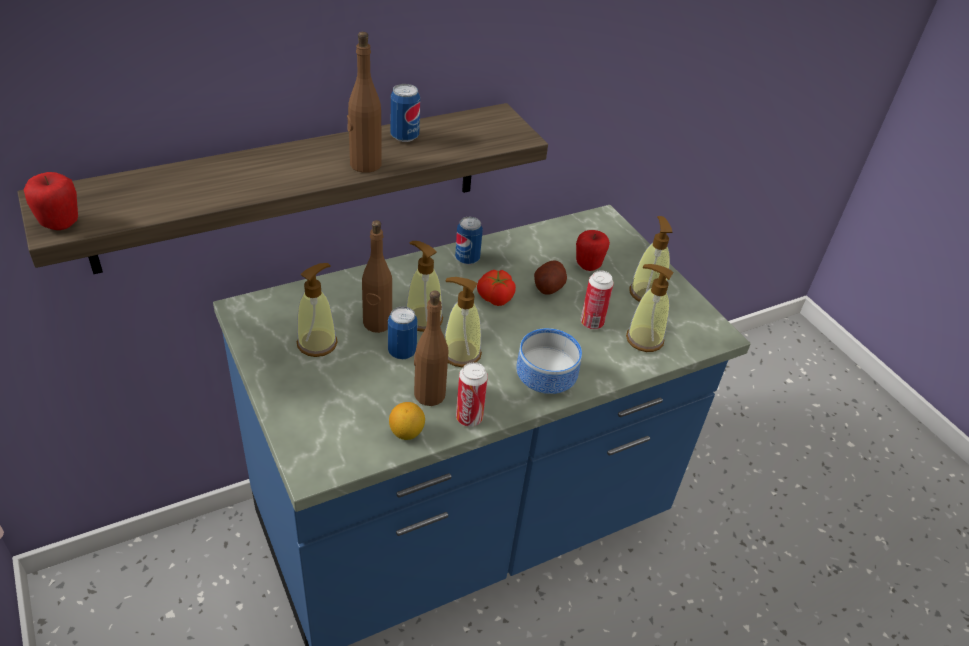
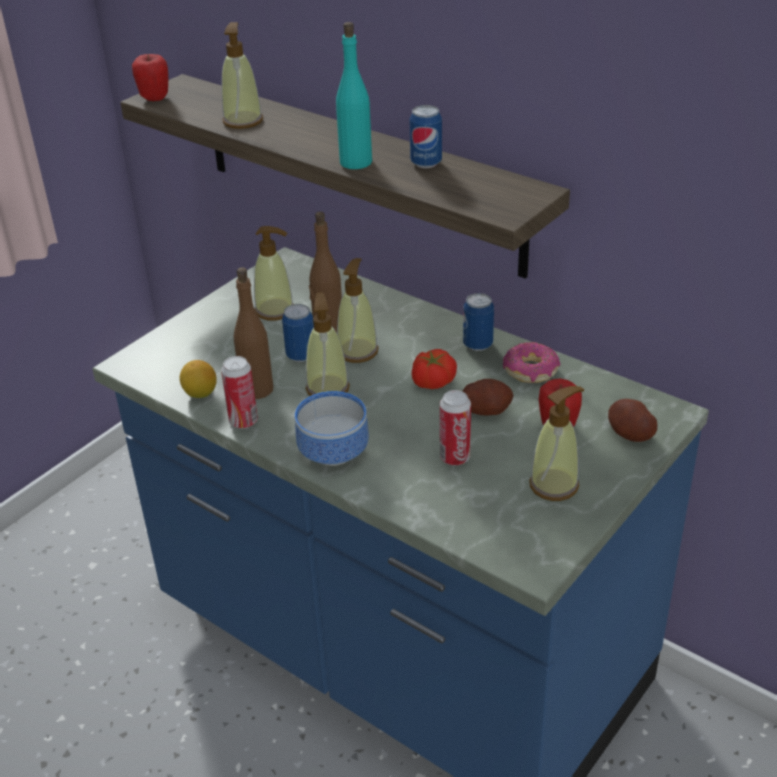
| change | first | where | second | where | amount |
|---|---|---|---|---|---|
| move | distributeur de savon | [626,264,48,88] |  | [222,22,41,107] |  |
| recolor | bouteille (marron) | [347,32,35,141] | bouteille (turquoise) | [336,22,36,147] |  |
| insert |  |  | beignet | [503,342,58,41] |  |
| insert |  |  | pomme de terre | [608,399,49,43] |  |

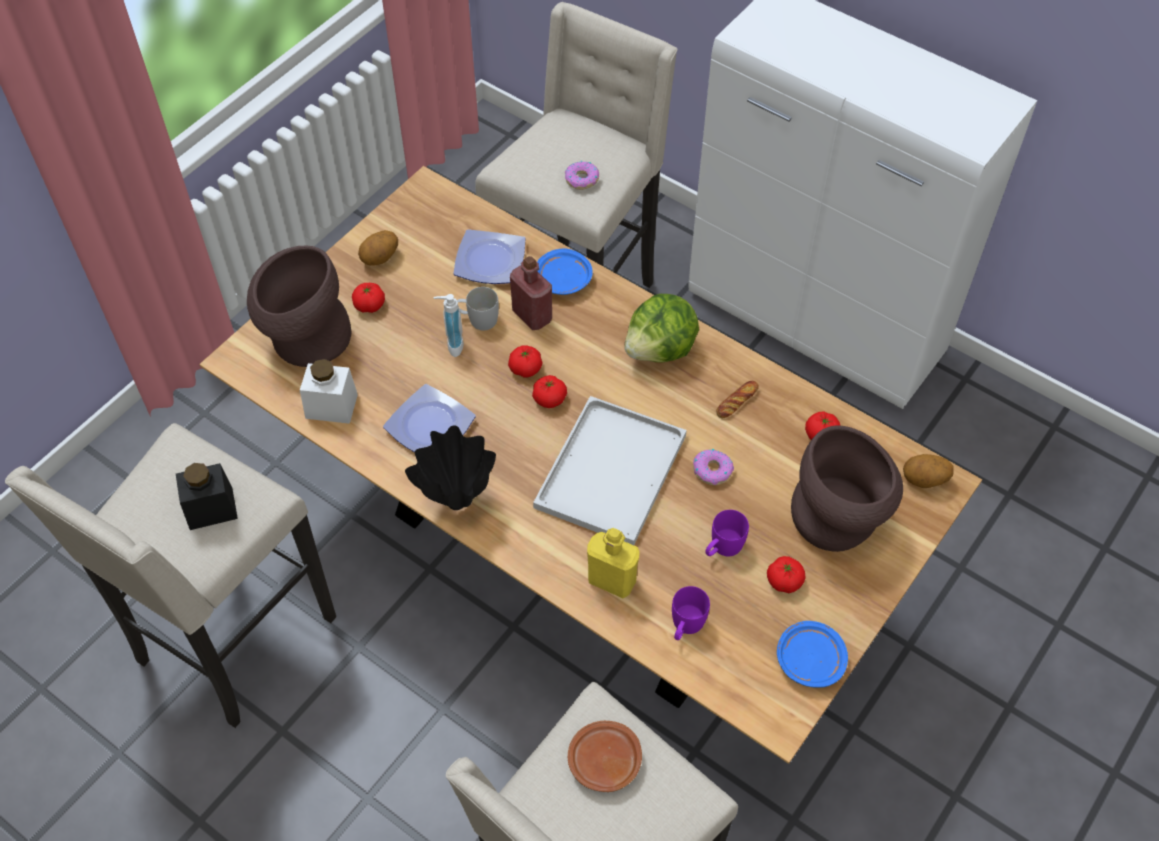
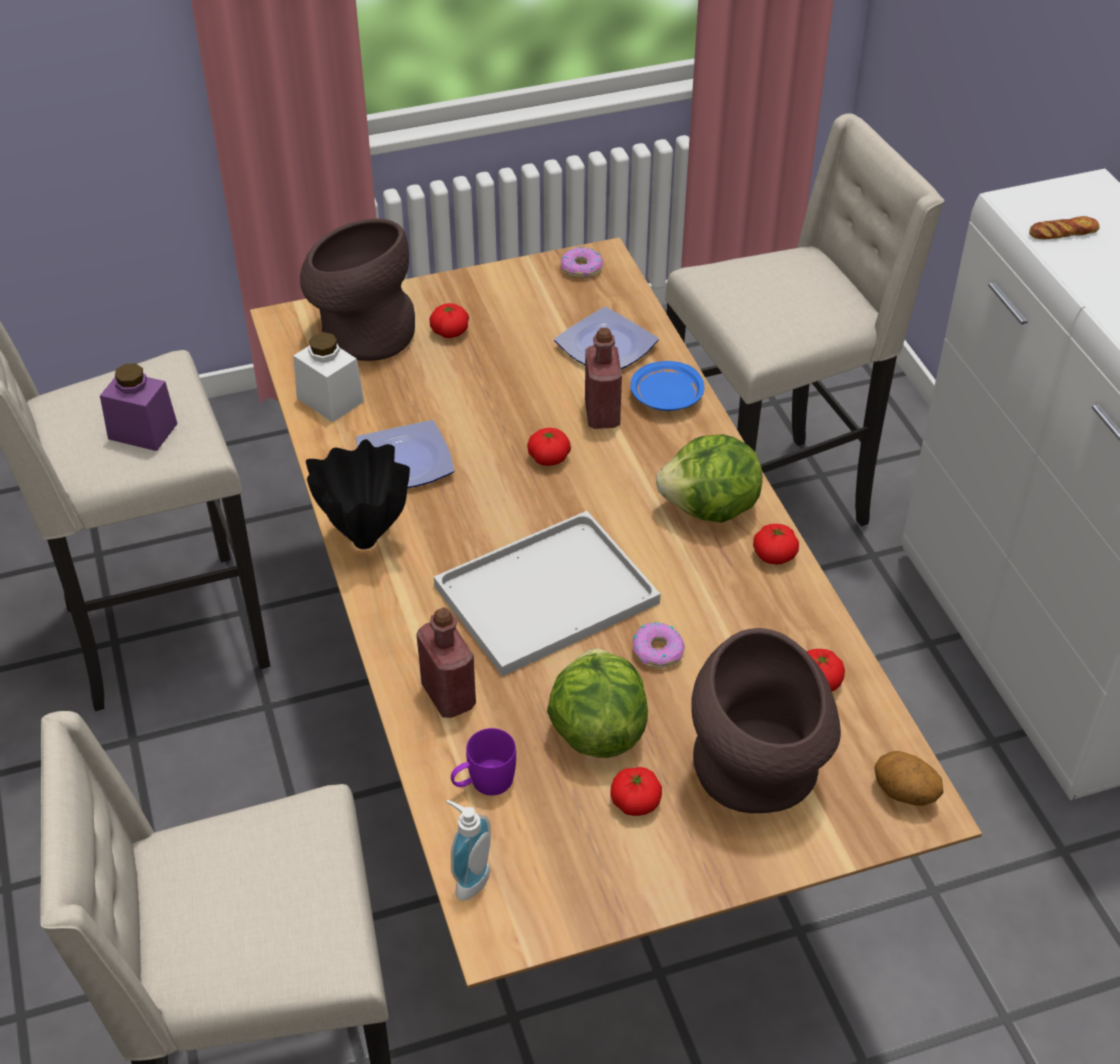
| change | first | where | second | where | amount |
|---|---|---|---|---|---|
| recolor | bocal (noir) | [176,463,62,67] | bocal (violet) | [100,363,78,88] |  |
| recolor | bouteille (jaune) | [587,528,53,70] | bouteille (rouge) | [416,607,60,111] |  |
| move | distributeur de savon | [433,294,31,63] |  | [446,800,45,101] |  |
| replace | mug (violet) | [705,510,44,46] | laitue | [547,648,101,110] |  |
| move | beignet | [565,161,34,29] |  | [561,247,42,31] |  |
| move | tomate | [532,375,35,33] |  | [753,524,46,40] |  |
| move | pain | [716,381,43,37] |  | [1029,216,71,24] |  |
| delete | pomme de terre | [358,230,40,36] |  |  |  |
| delete | mug (blanc) | [457,287,42,43] |  |  |  |
| delete | assiette (marron) | [568,721,74,71] |  |  |  |
| delete | assiette (bleu) | [777,621,71,67] |  |  |  |

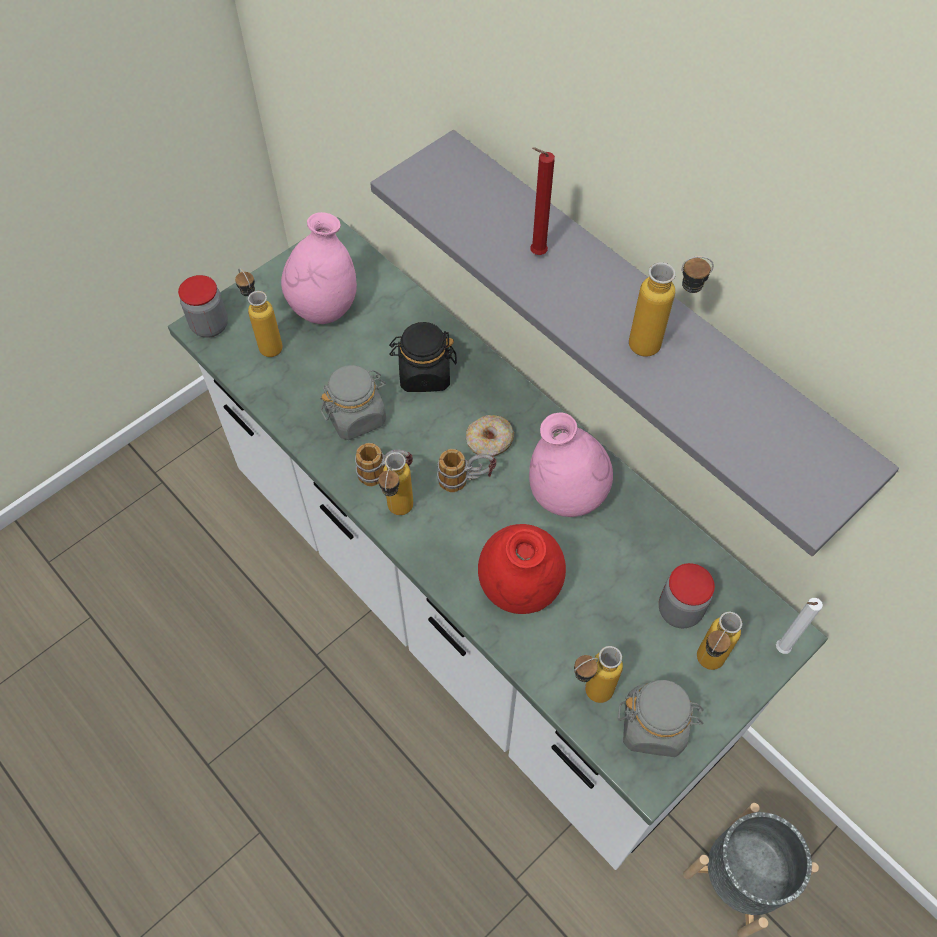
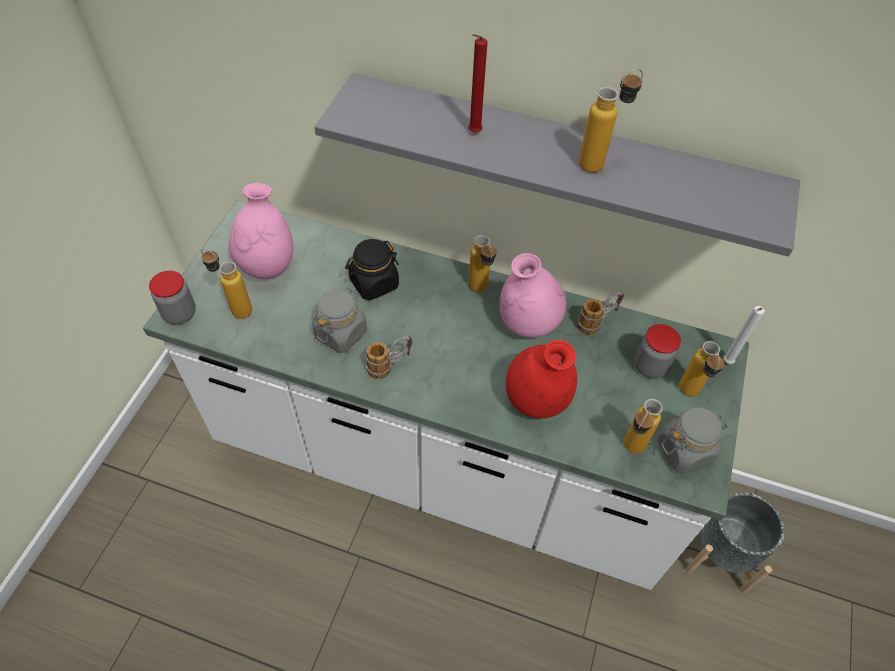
| change | first | where | second | where | amount |
|---|---|---|---|---|---|
| move | bouteille | [378,452,35,63] |  | [468,235,29,57] |  |
| move | mug | [437,449,59,43] |  | [577,292,47,43] |  |
| delete | beignet | [466,415,48,42] |  |  |  |

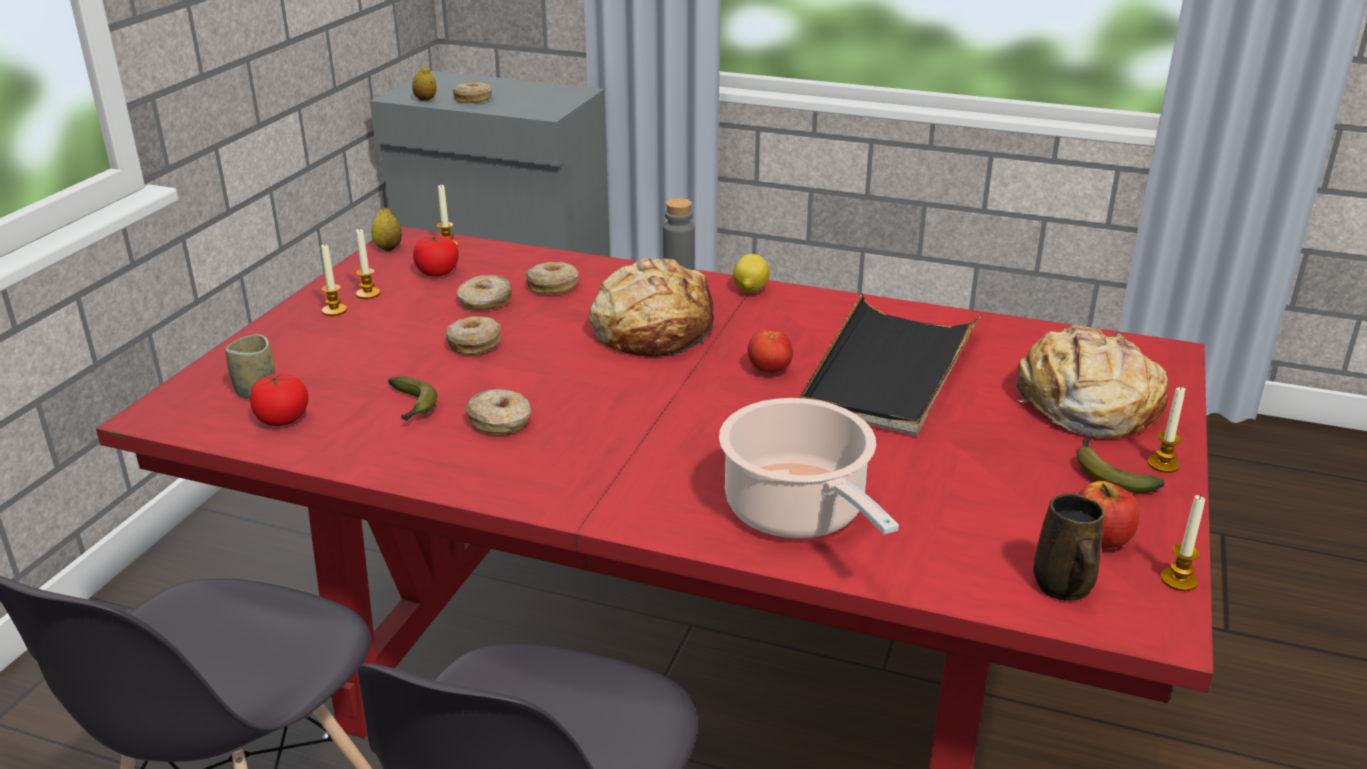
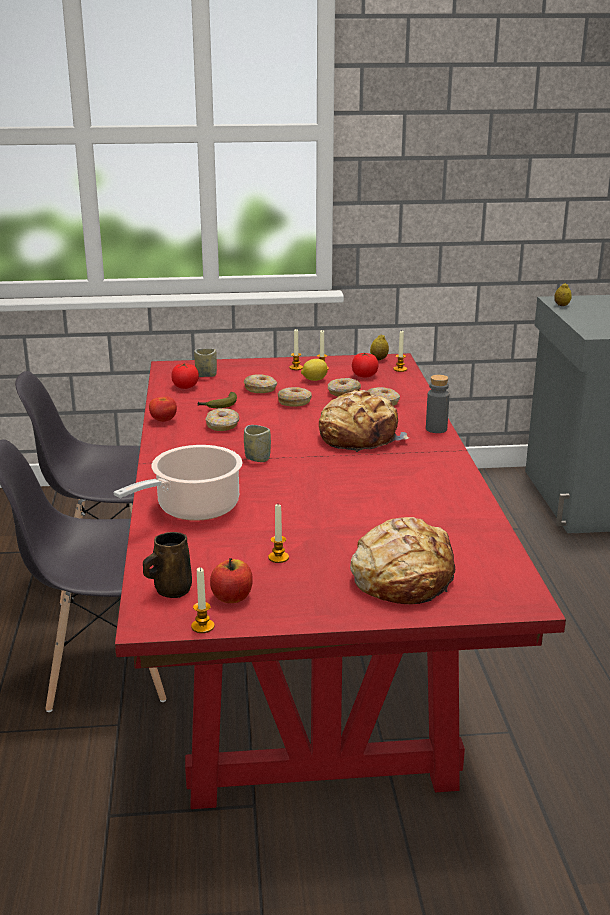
| change | first | where | second | where | amount |
|---|---|---|---|---|---|
| move | tomate | [748,328,45,45] |  | [149,396,28,26] |  |
| move | beignet | [453,82,39,21] |  | [244,374,33,19] |  |
| insert |  |  | tasse | [244,425,27,37] |  |
| move | bougie | [1148,386,38,87] |  | [268,504,21,59] |  |
| move | citron | [733,254,37,39] |  | [301,359,26,22] |  |
| delete | plateau (noir) | [800,293,181,143] |  |  |  |
| delete | banane | [1077,438,88,55] |  |  |  |

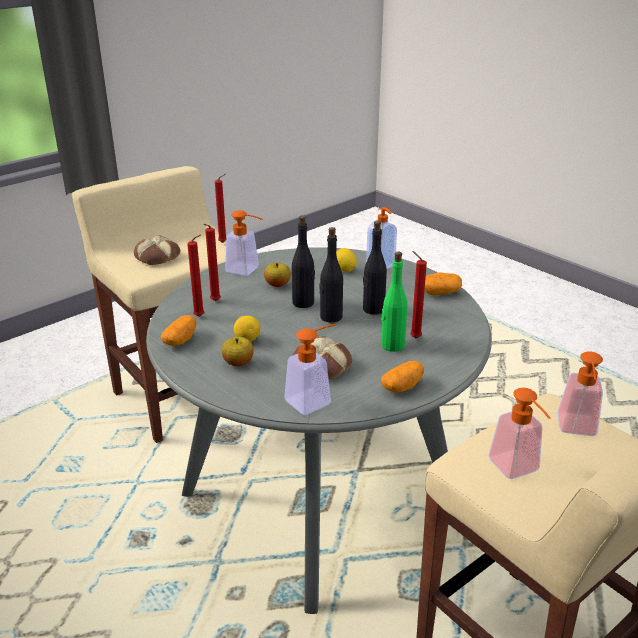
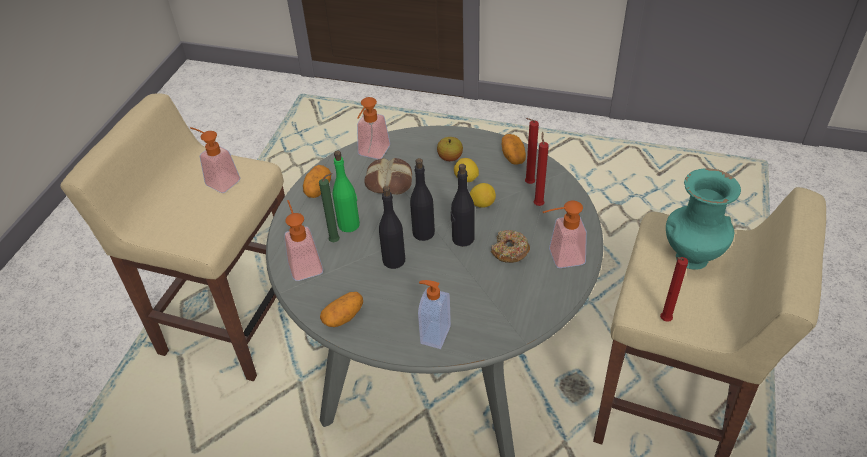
| change | first | where | second | where | amount |
|---|---|---|---|---|---|
| move | distributeur de savon | [558,352,45,84] |  | [284,200,39,81] |  |
| recolor | bougie (rouge) | [410,251,17,87] | bougie (vert) | [319,173,21,69] |  |
| move | citron | [336,248,21,24] |  | [470,183,26,25] |  |
| replace | pomme | [264,263,27,24] | beignet | [491,230,39,33] |  |
| replace | pain | [134,236,46,29] | vase (turquoise) | [666,168,75,102] |  |

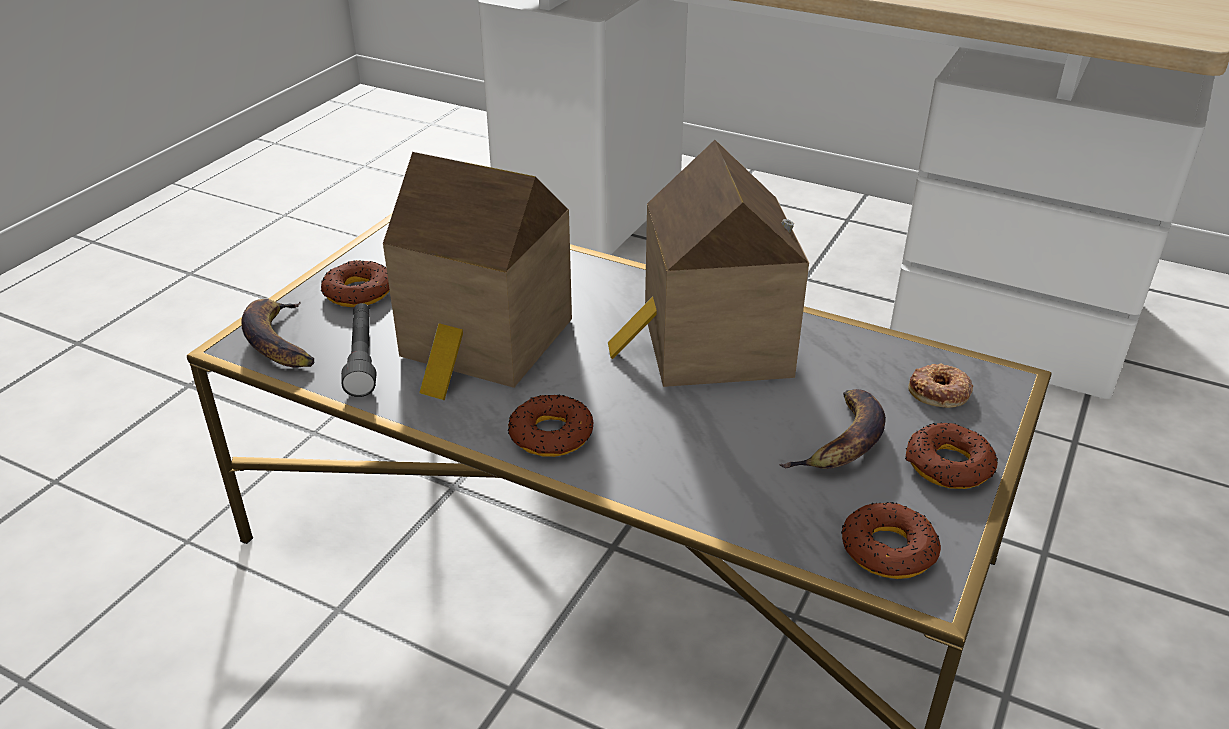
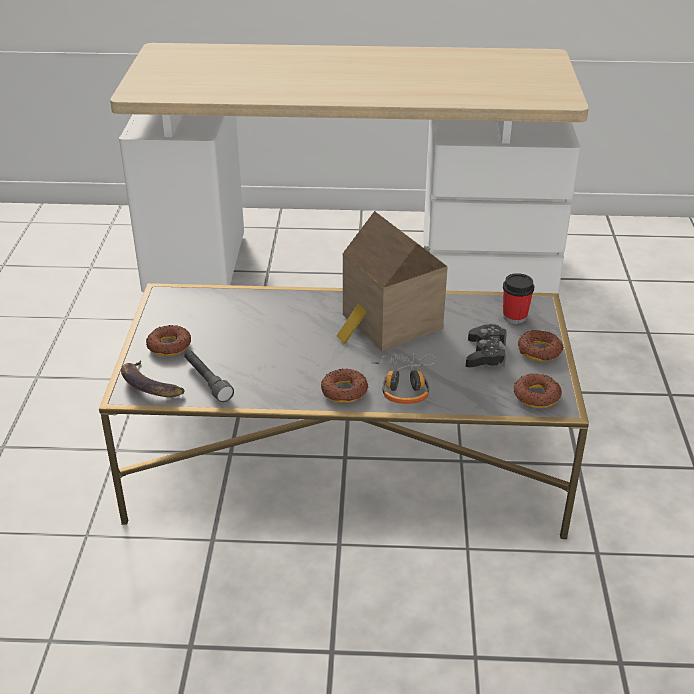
| change | first | where | second | where | amount |
|---|---|---|---|---|---|
| insert |  |  | casque audio | [371,353,65,51] |  |
| replace | banane | [779,389,107,80] | manette (noir) | [466,324,41,44] |  |
| replace | beignet | [908,363,65,45] | tasse | [503,273,32,51] |  |
| delete | maison miniature | [383,152,189,248] |  |  |  |

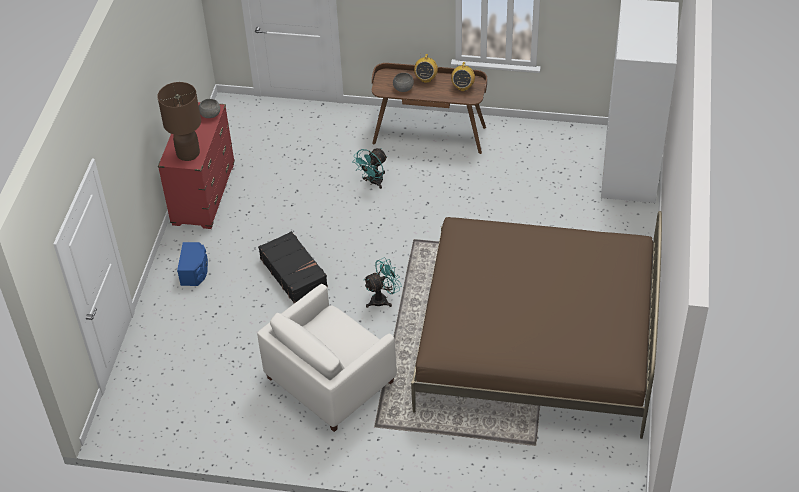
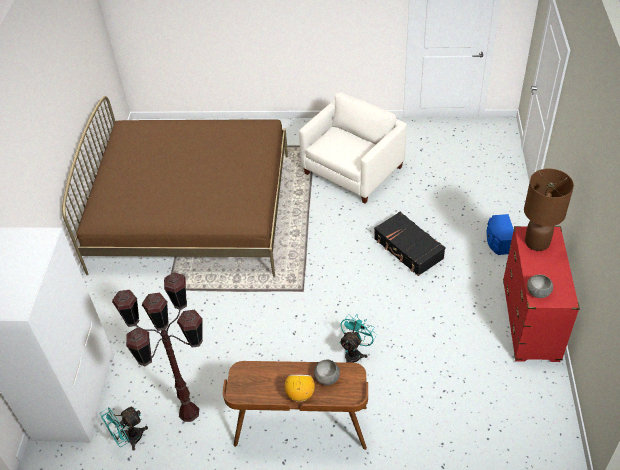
| change | first | where | second | where | amount |
|---|---|---|---|---|---|
| move | ventilateur (turquoise) | [364,257,38,51] |  | [100,407,48,44] |  |
| insert |  |  | lampadaire (marron) | [112,272,91,150] |  |
| delete | radio | [451,62,24,29] |  |  |  |

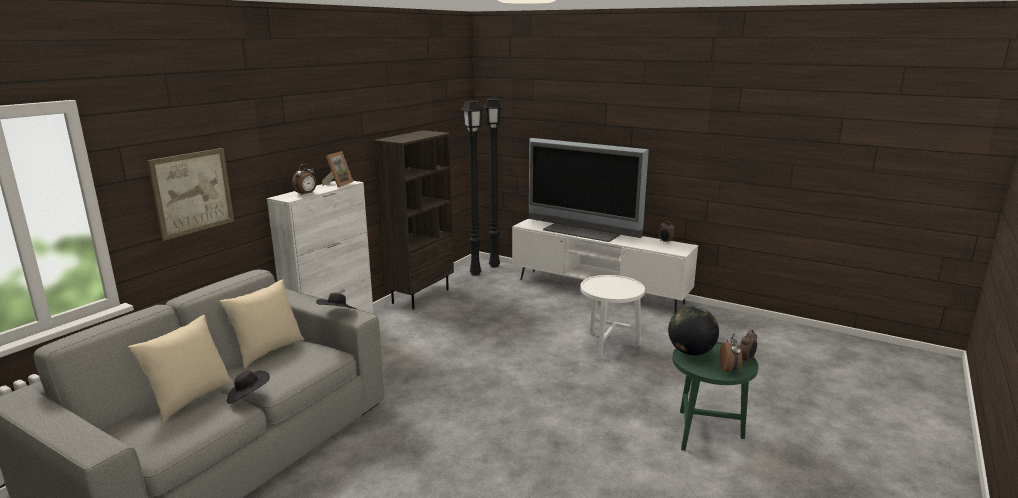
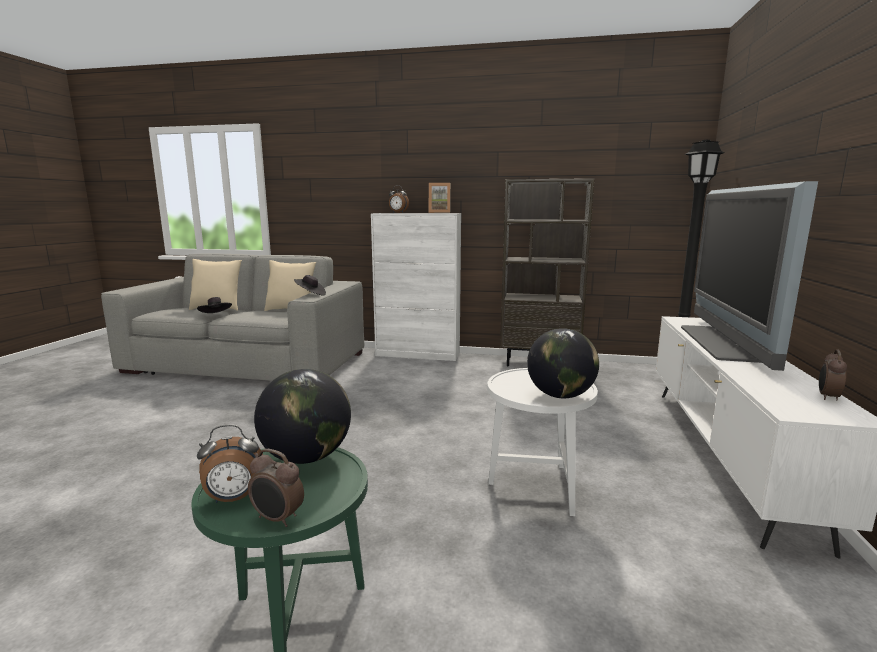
| change | first | where | second | where | amount |
|---|---|---|---|---|---|
| insert |  |  | globe | [527,328,72,70] |  |
| delete | tableau | [147,148,87,93] |  |  |  |
| delete | lampadaire (noir) | [460,100,25,176] |  |  |  |

